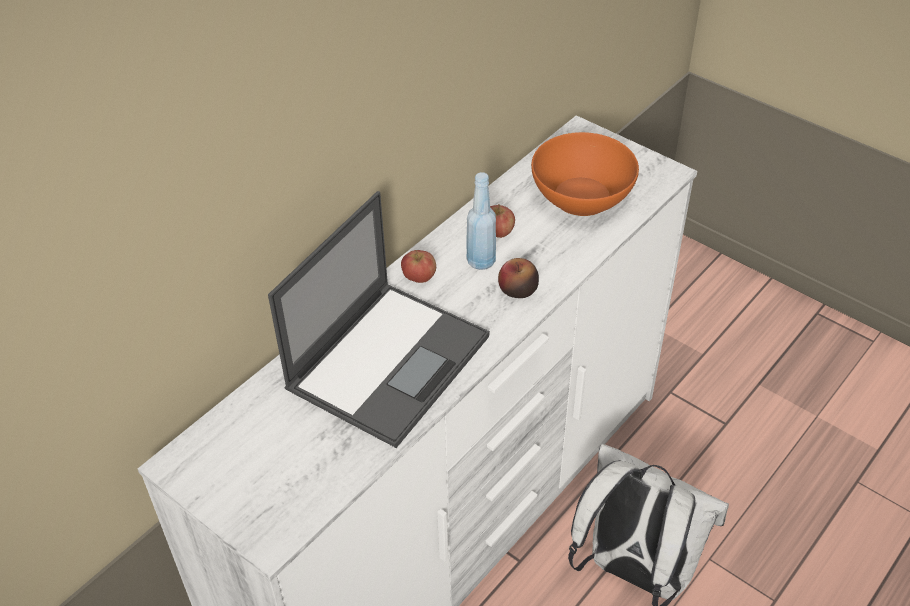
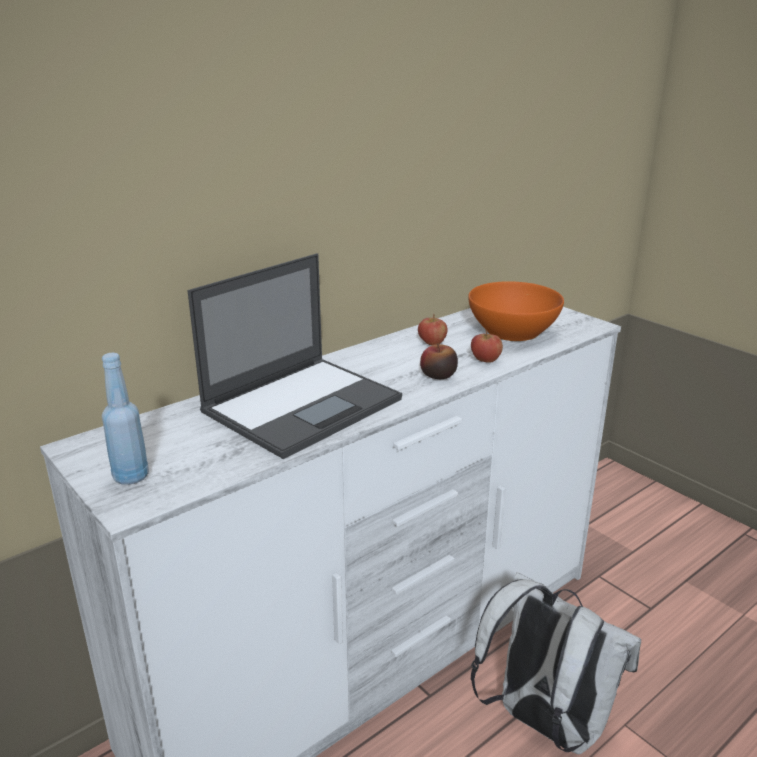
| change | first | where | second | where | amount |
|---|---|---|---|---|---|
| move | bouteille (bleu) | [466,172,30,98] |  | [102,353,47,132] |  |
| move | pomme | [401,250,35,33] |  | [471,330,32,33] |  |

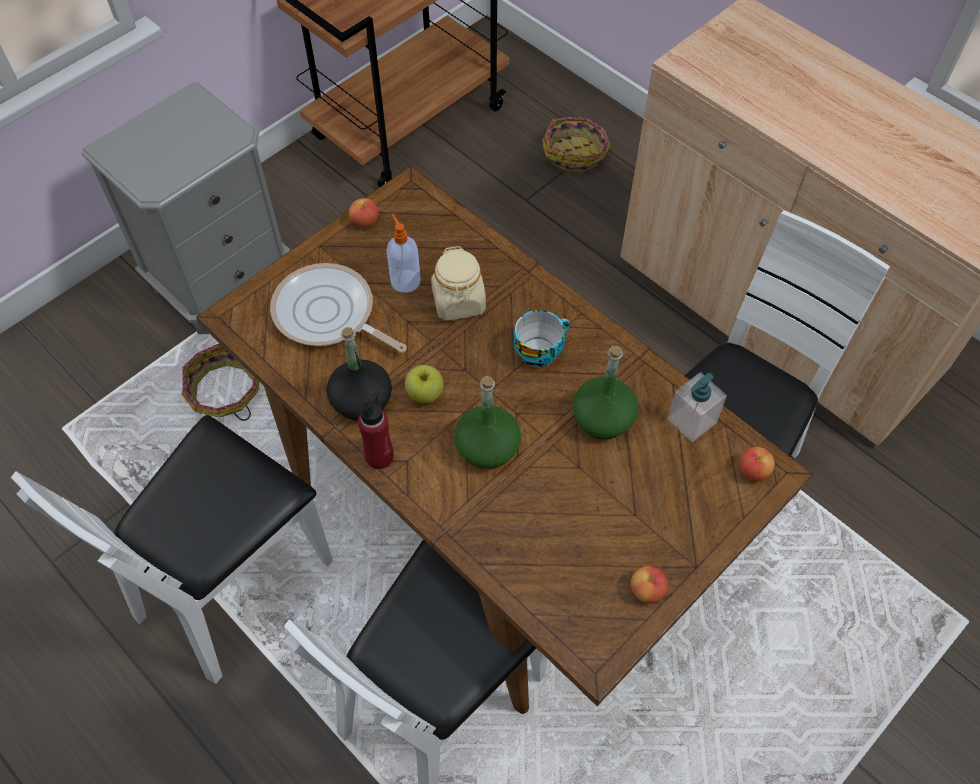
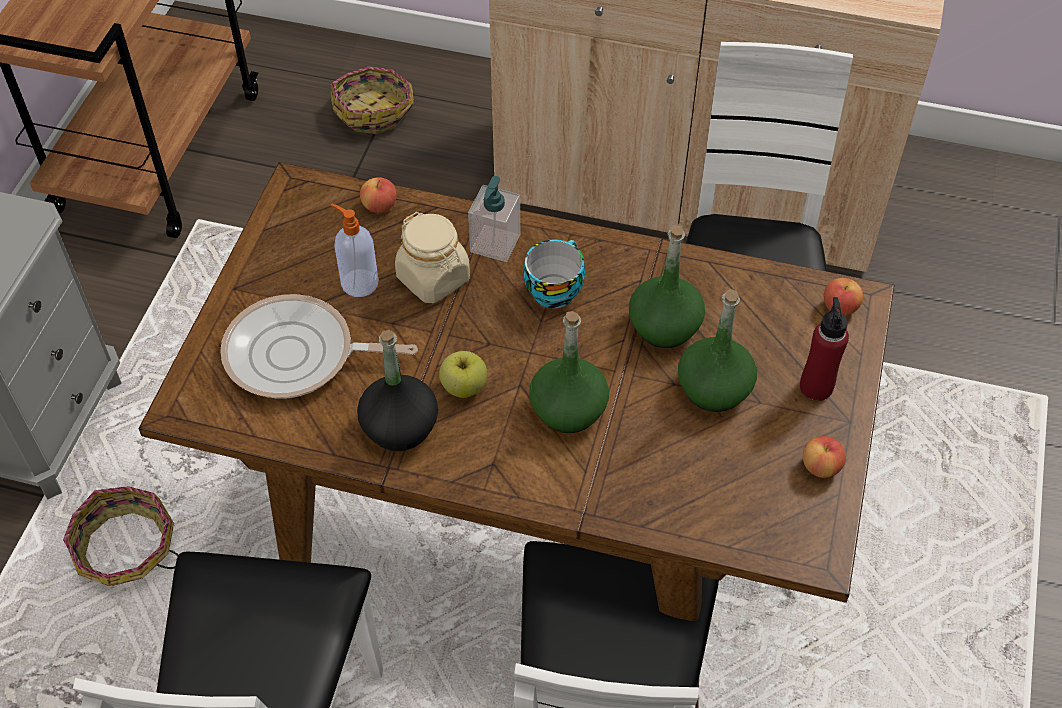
| change | first | where | second | where | amount |
|---|---|---|---|---|---|
| move | pomme | [349,198,30,30] |  | [360,177,37,36] |  |
| move | distributeur de savon | [667,372,60,70] |  | [468,176,52,86] |  |
| insert |  |  | bouteille (vert) | [678,289,79,123] |  |
| move | bouteille (rouge) | [358,391,36,78] |  | [800,297,49,104] |  |

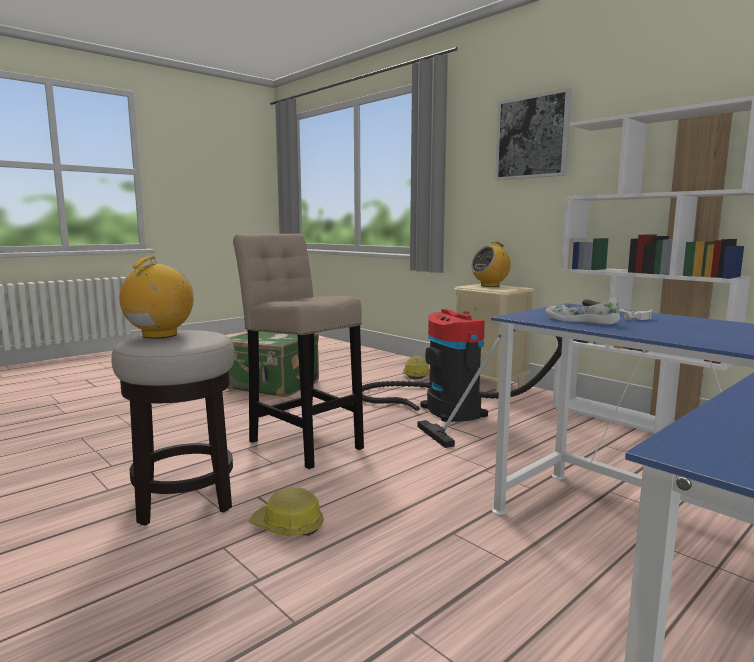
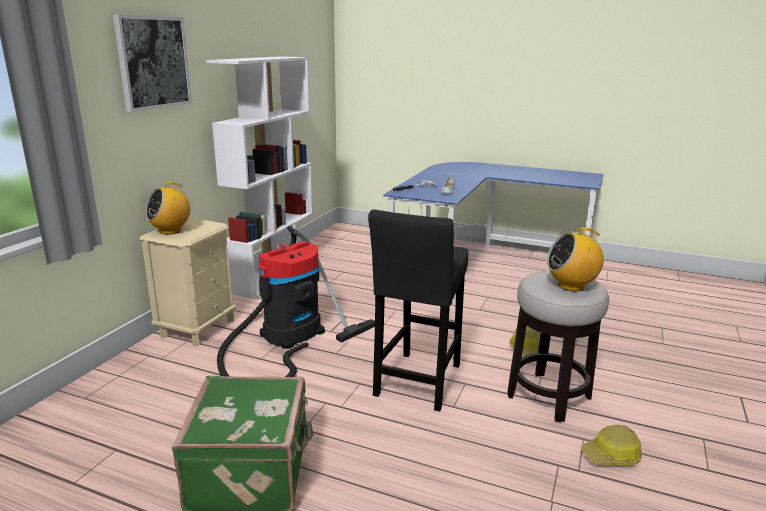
| change | first | where | second | where | amount |
|---|---|---|---|---|---|
| rotate | radio | [471,242,40,45] |  | [145,182,45,53] | 105 degrees clockwise |
| recolor | tabouret (beige) | [233,234,131,235] | tabouret (noir) | [368,210,100,201] |  |
| move | casque de chantier | [403,356,27,23] |  | [581,424,61,42] |  |

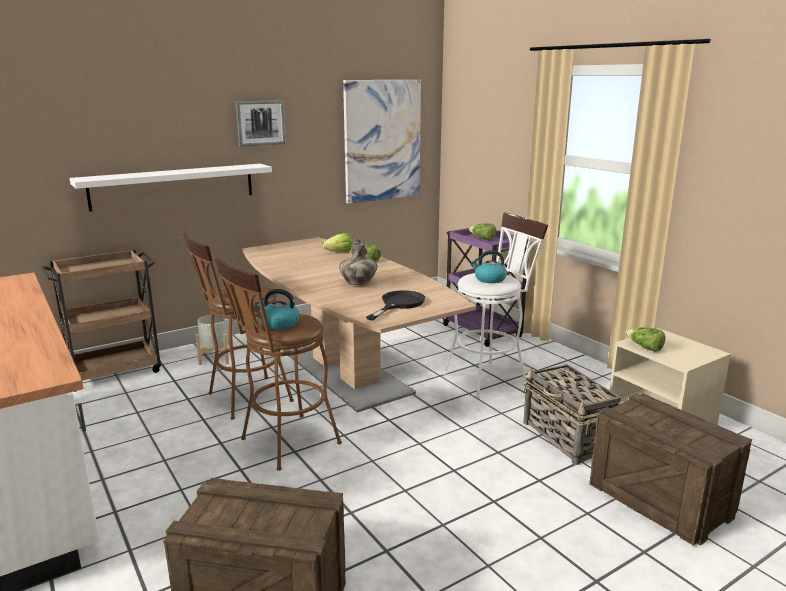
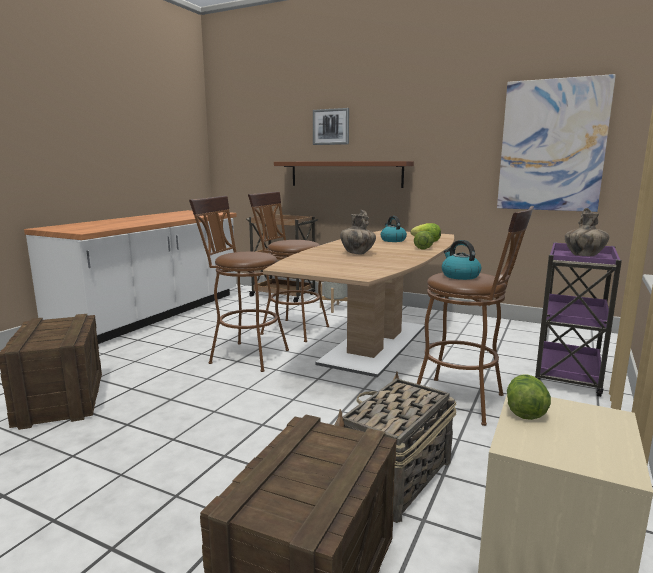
| change | first | where | second | where | amount |
|---|---|---|---|---|---|
| recolor | étagère (blanc) | [69,164,203,48] | étagère (marron) | [274,161,140,27] |  |
| move | tableau | [235,100,51,47] |  | [313,108,36,37] |  |
| move | bouilloire | [255,289,44,41] |  | [380,216,27,26] |  |
| recolor | tabouret (blanc) | [443,212,105,186] | tabouret (marron) | [417,206,117,220] |  |
| replace | laitue | [469,223,27,17] | vase | [565,208,44,48] |  |
| delete | poêle (noir) | [366,290,59,31] |  |  |  |

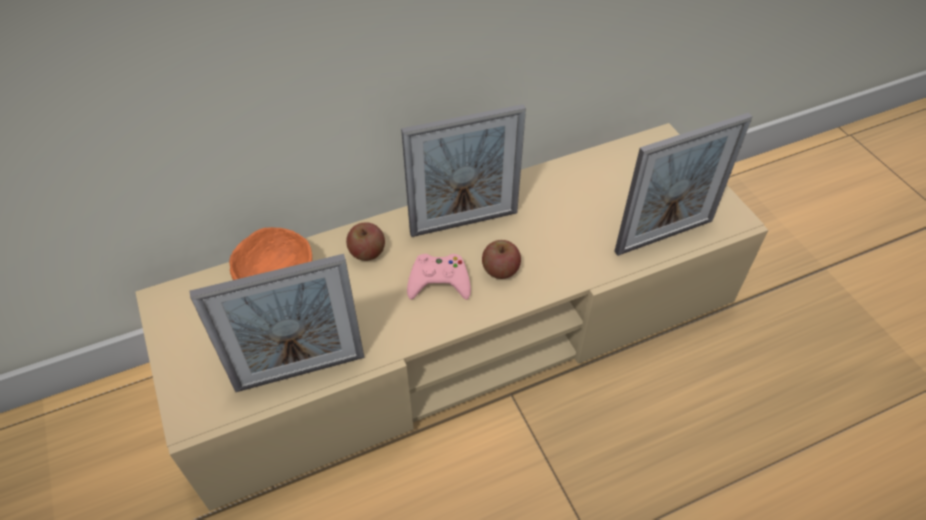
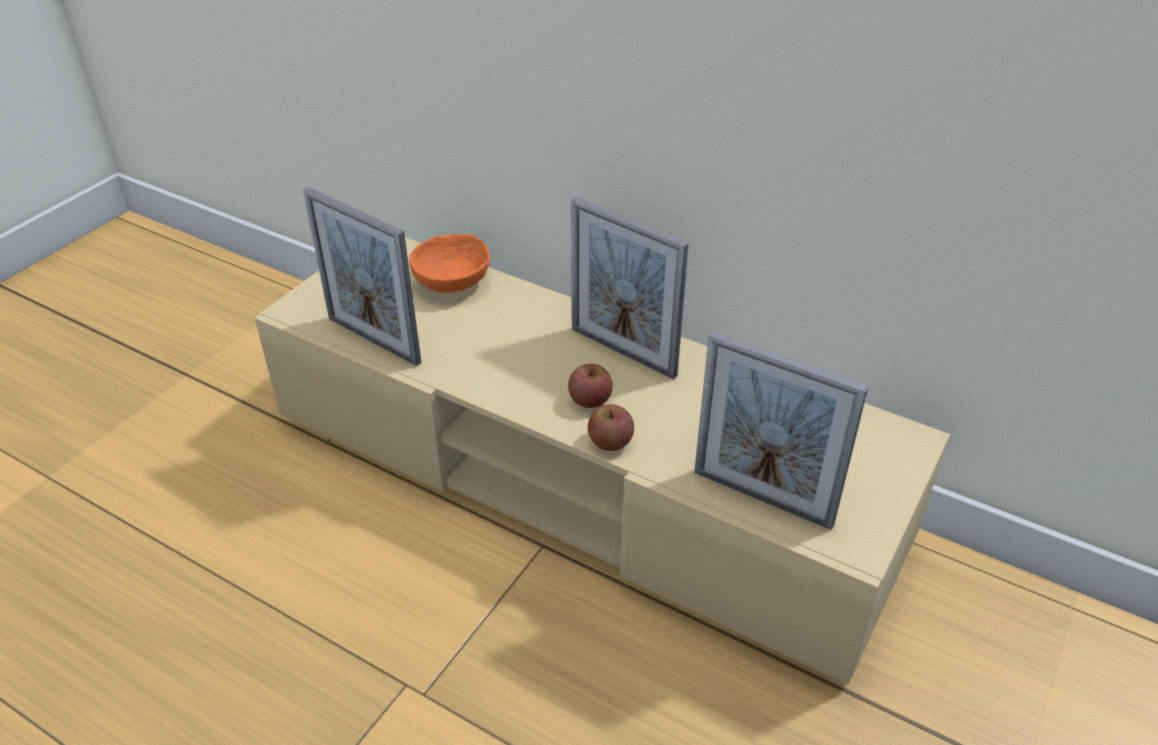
| change | first | where | second | where | amount |
|---|---|---|---|---|---|
| move | pomme | [346,222,39,39] |  | [588,404,46,47] |  |
| delete | manette (rose) | [407,254,64,46] |  |  |  |

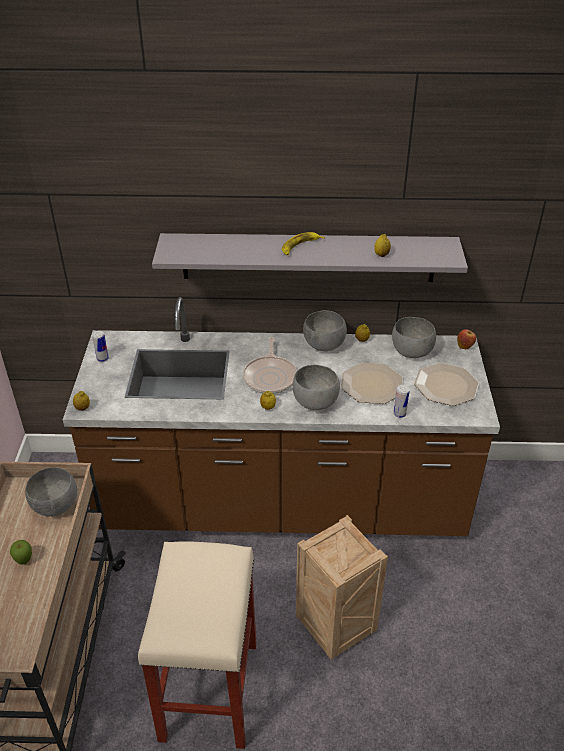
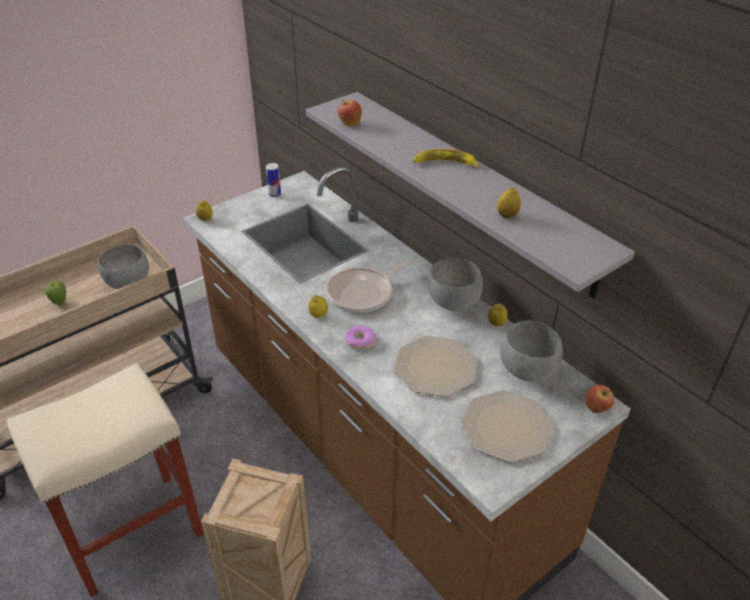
| change | first | where | second | where | amount |
|---|---|---|---|---|---|
| insert |  |  | pomme | [338,99,24,28] |  |
| replace | bol (gris) | [293,365,47,45] | beignet | [345,325,31,24] |  |
| delete | boîte métallique | [393,385,17,33] |  |  |  |

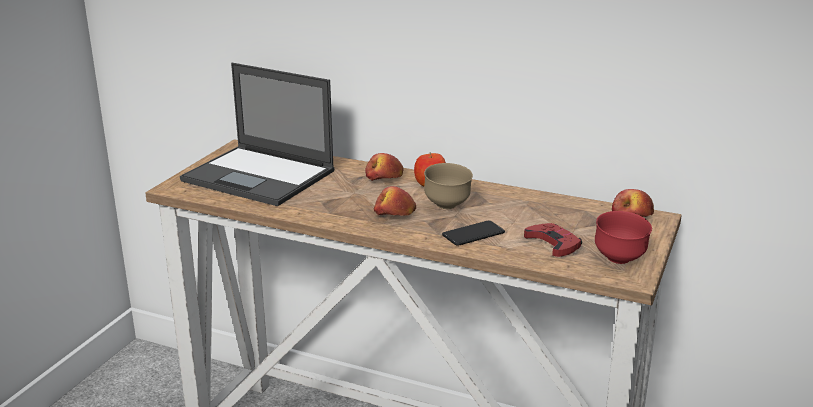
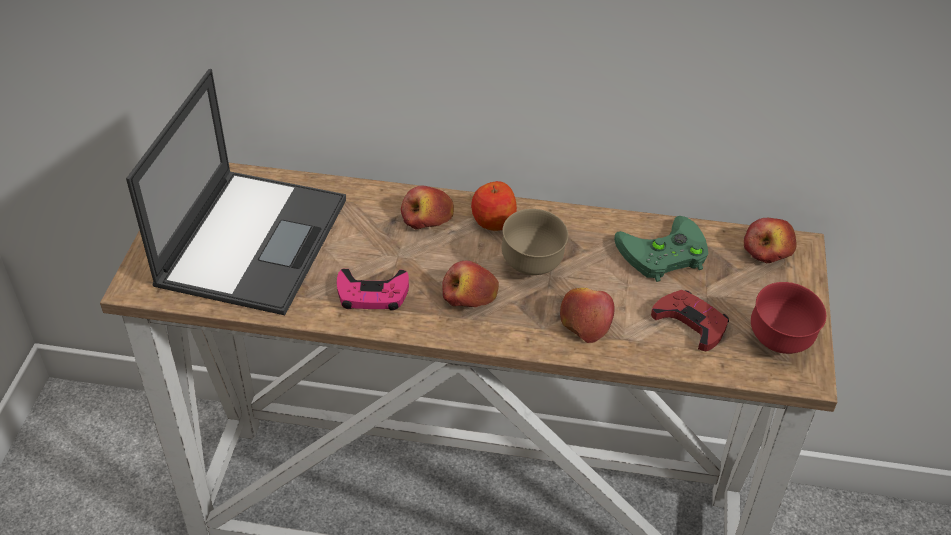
| change | first | where | second | where | amount |
|---|---|---|---|---|---|
| rotate | ordinateur portable | [180,63,154,143] |  | [126,69,220,246] | 90 degrees counterclockwise |
| insert |  |  | manette (rose) | [337,269,72,41] |  |
| replace | téléphone | [442,221,63,25] | pomme | [560,288,55,55] |  |
| insert |  |  | manette (vert) | [614,216,94,66] |  |

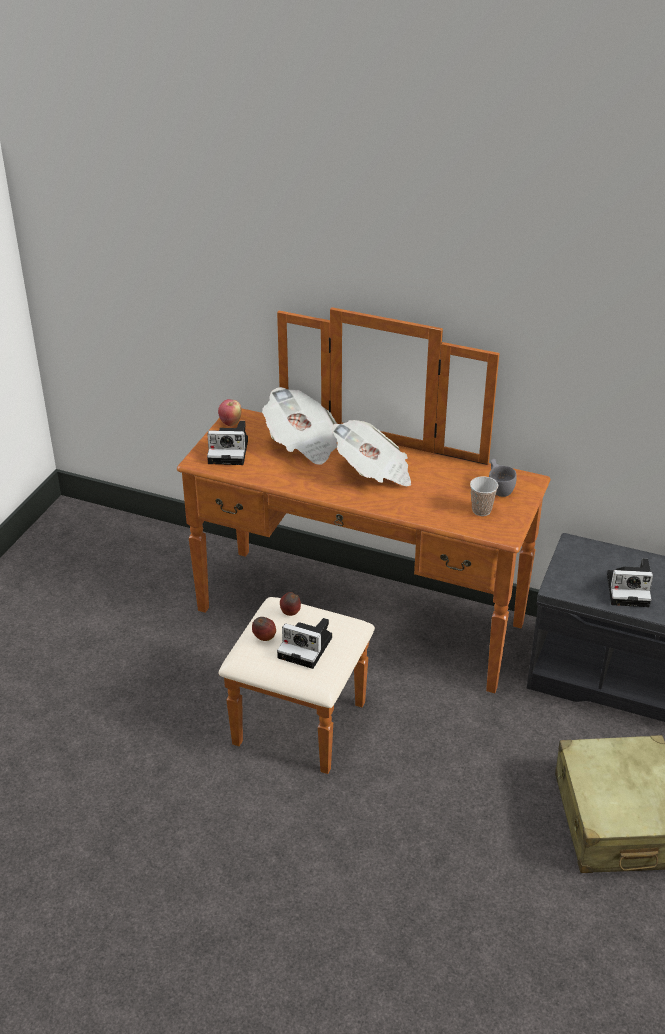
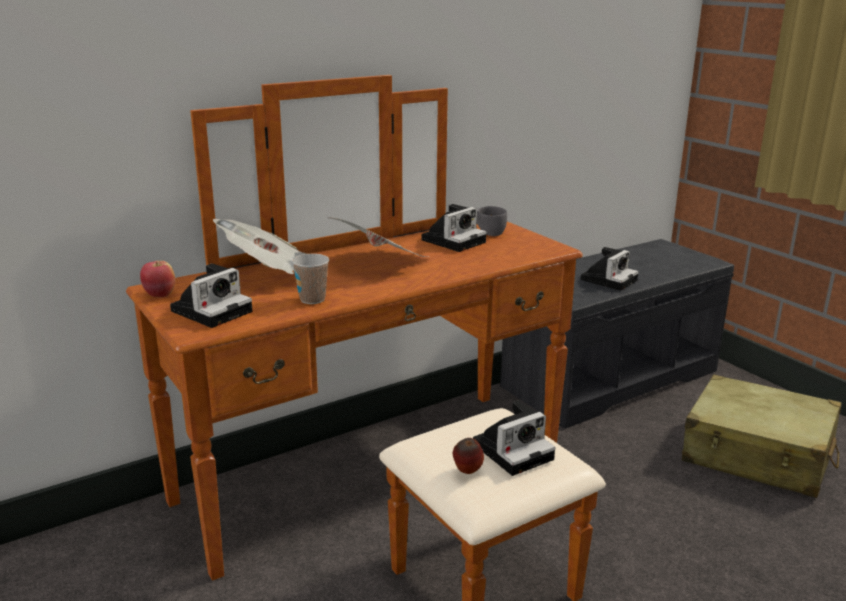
| change | first | where | second | where | amount |
|---|---|---|---|---|---|
| move | tasse | [470,476,28,40] |  | [292,254,37,50] |  |
| insert |  |  | appareil photo | [421,204,66,48] |  |
| delete | pomme | [280,592,21,24] |  |  |  |

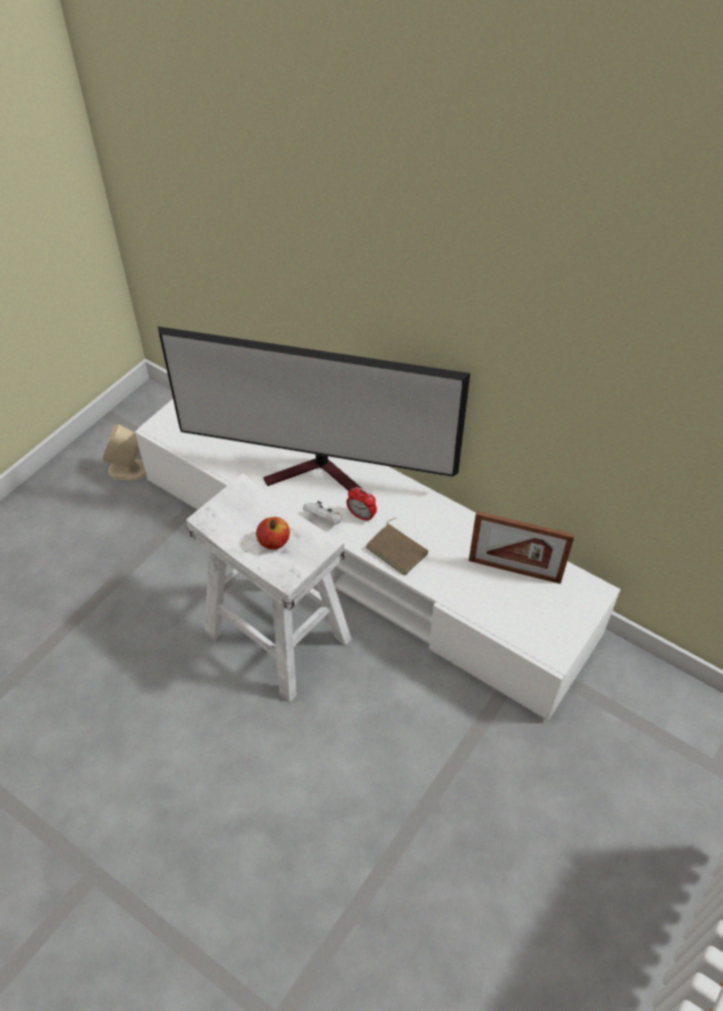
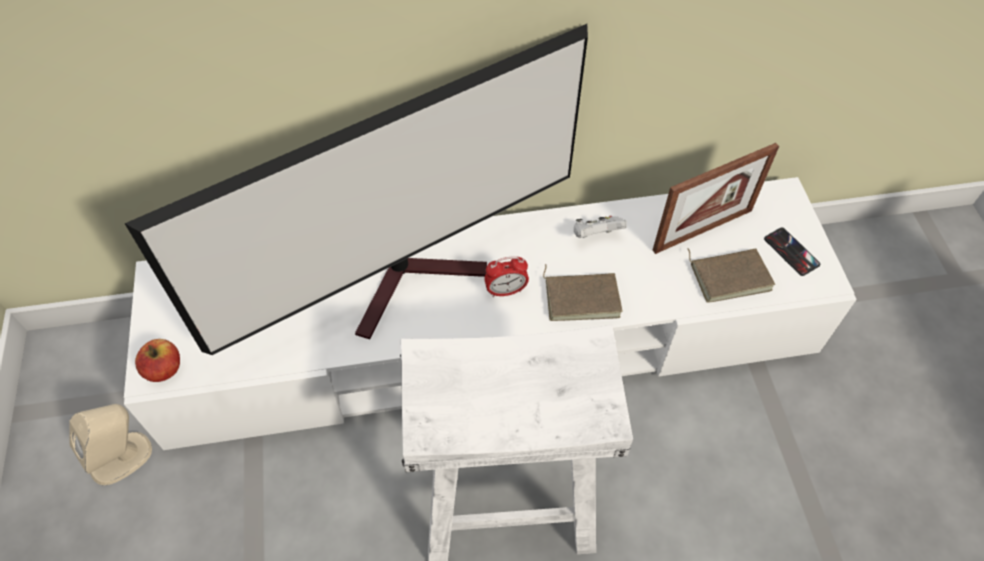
| change | first | where | second | where | amount |
|---|---|---|---|---|---|
| move | pomme | [256,517,34,33] |  | [135,339,45,43] |  |
| move | manette (blanc) | [303,501,39,24] |  | [574,216,53,22] |  |
| insert |  |  | livre (marron) | [687,248,88,55] |  |
| insert |  |  | téléphone | [764,227,56,49] |  |

